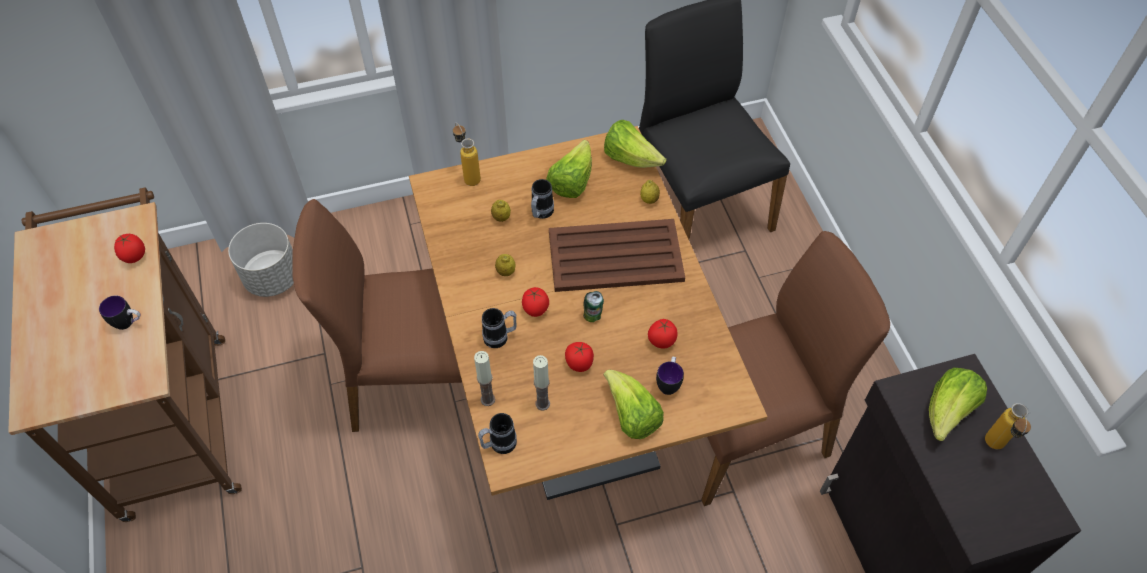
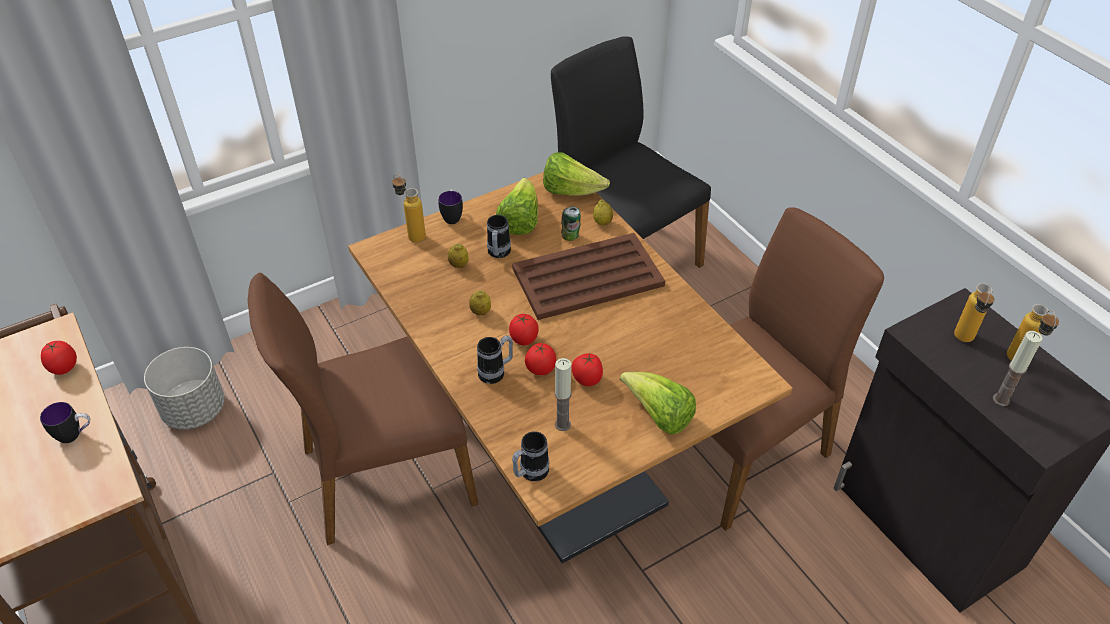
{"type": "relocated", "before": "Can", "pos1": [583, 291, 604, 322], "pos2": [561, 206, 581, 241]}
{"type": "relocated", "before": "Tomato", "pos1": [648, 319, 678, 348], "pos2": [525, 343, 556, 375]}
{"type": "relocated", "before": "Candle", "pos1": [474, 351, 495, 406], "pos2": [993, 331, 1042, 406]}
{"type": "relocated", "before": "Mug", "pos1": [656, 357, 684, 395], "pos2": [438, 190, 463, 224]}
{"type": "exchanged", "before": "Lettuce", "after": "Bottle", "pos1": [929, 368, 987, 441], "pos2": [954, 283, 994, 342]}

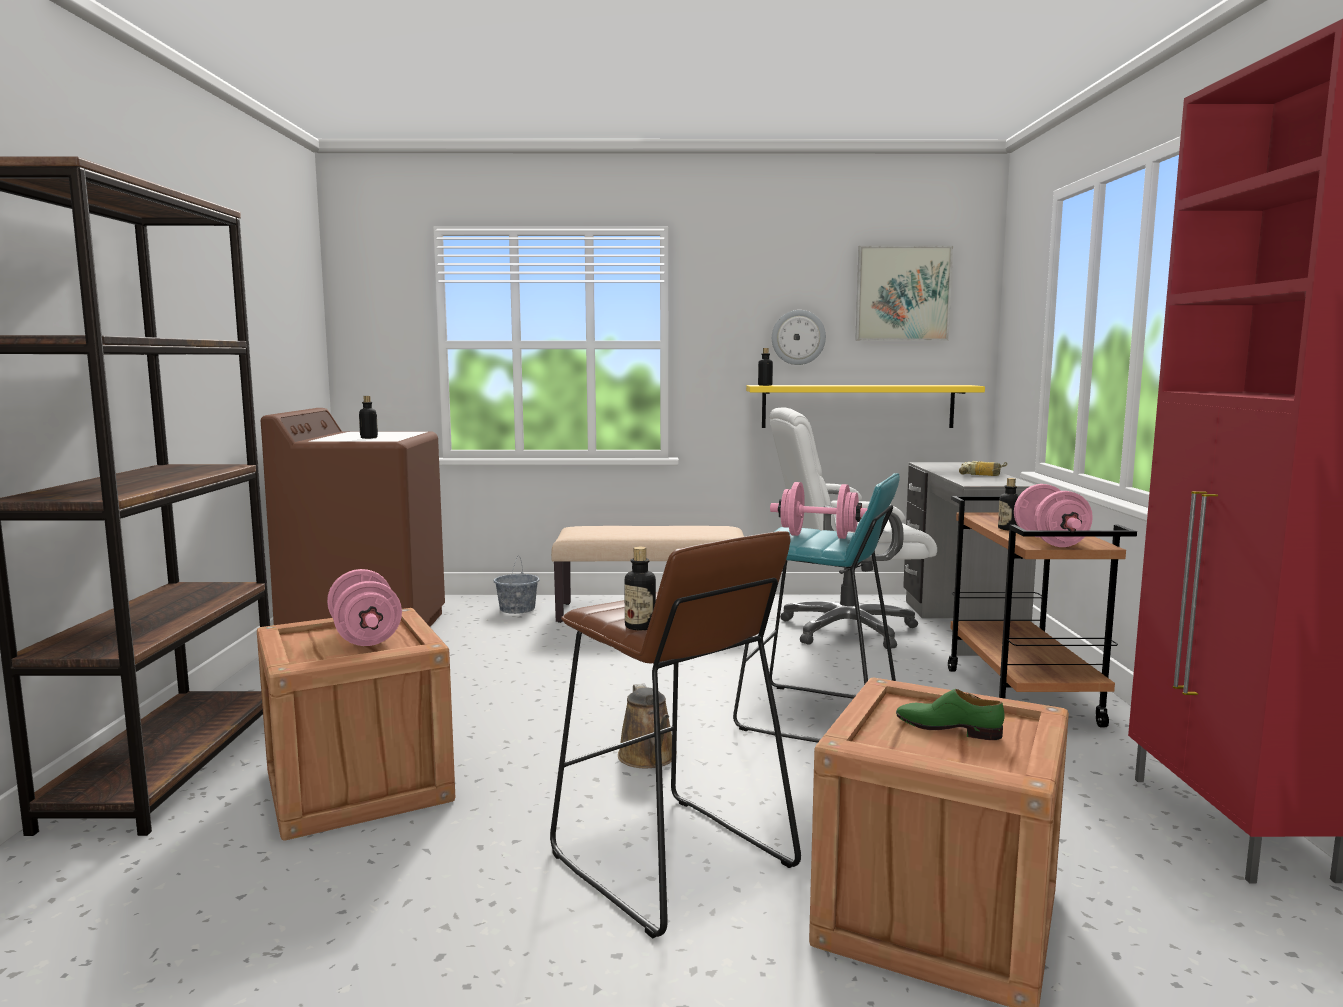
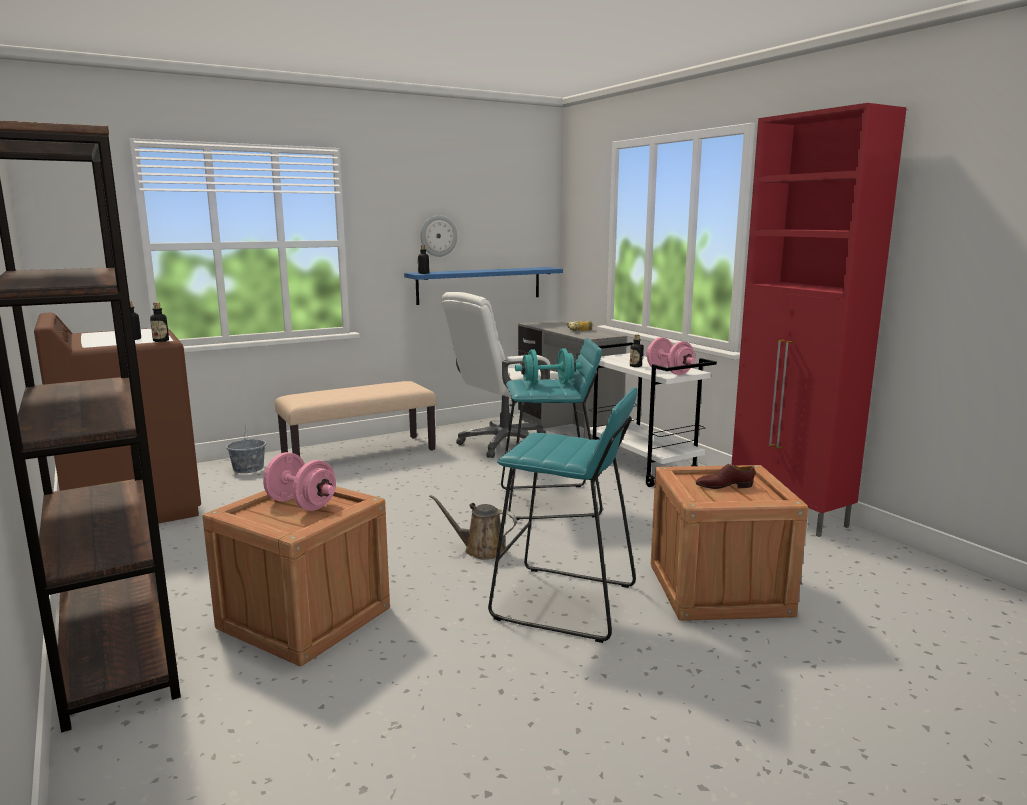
{"type": "missing", "before": "Picture", "pos1": [855, 246, 953, 341]}
{"type": "colour", "before": "YellowShelf", "after": "BlueShelf", "pos1": [746, 385, 985, 428], "pos2": [404, 267, 563, 305]}
{"type": "colour", "before": "PinkDumbbell", "after": "TurquoiseDumbbell", "pos1": [770, 482, 868, 539], "pos2": [515, 348, 581, 386]}
{"type": "colour", "before": "BrownCart", "after": "WhiteCart", "pos1": [948, 496, 1137, 727], "pos2": [587, 342, 717, 487]}
{"type": "colour", "before": "BrownStool", "after": "TurquoiseStool", "pos1": [550, 531, 801, 938], "pos2": [488, 388, 638, 643]}
{"type": "relocated", "before": "Bottle", "pos1": [624, 547, 656, 630], "pos2": [150, 302, 169, 342]}
{"type": "spun", "before": "BrownWateringCan", "pos1": [618, 683, 677, 768], "pos2": [429, 495, 517, 560], "turn": 150}
{"type": "colour", "before": "GreenShoe", "after": "BrownShoe", "pos1": [896, 689, 1004, 740], "pos2": [696, 464, 755, 489]}

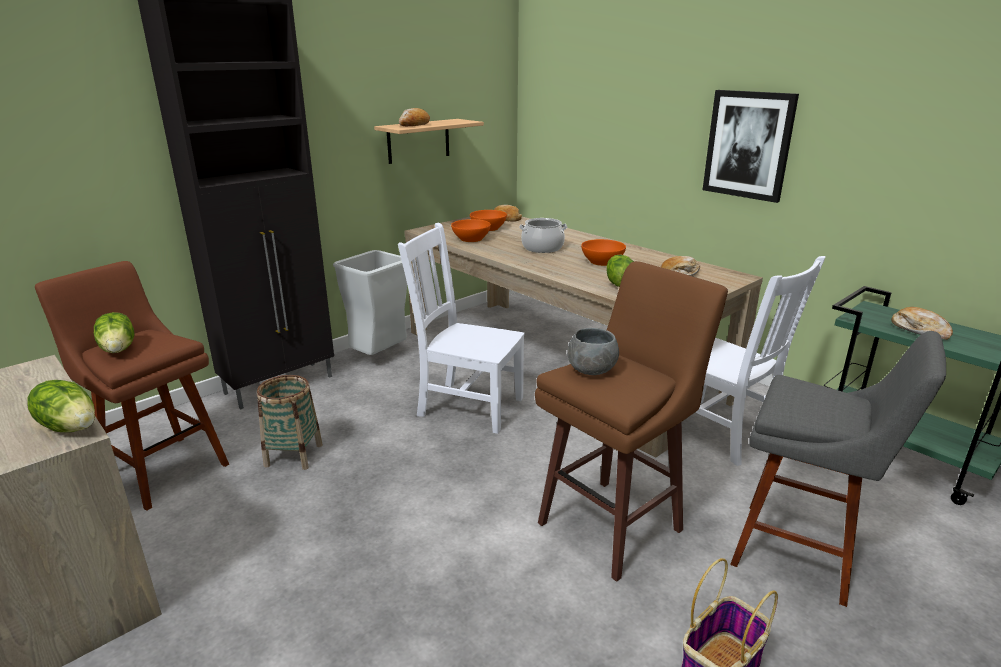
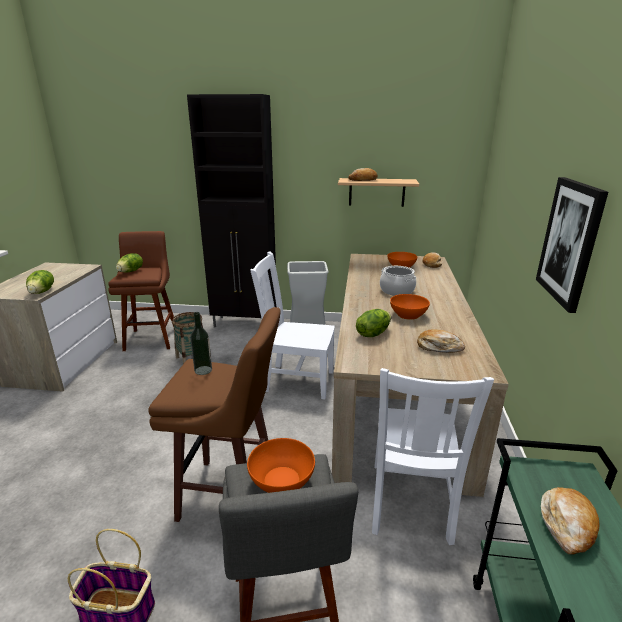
{"type": "relocated", "before": "OrangeBowl", "pos1": [451, 219, 491, 242], "pos2": [247, 438, 315, 493]}
{"type": "spun", "before": "WhiteChair", "pos1": [398, 223, 525, 434], "pos2": [250, 251, 335, 399], "turn": -60}
{"type": "exchanged", "before": "GreyBowl", "after": "Bottle", "pos1": [567, 328, 619, 375], "pos2": [190, 312, 212, 375]}

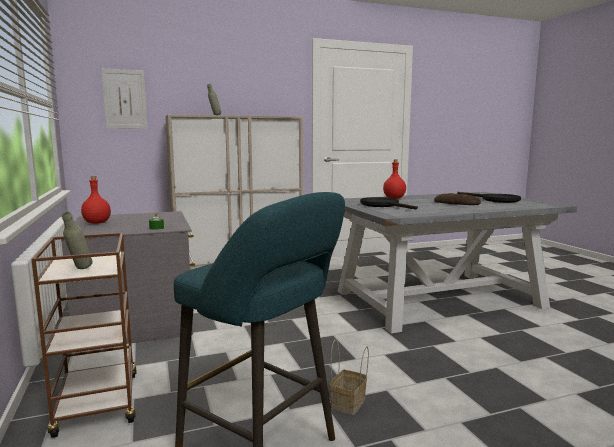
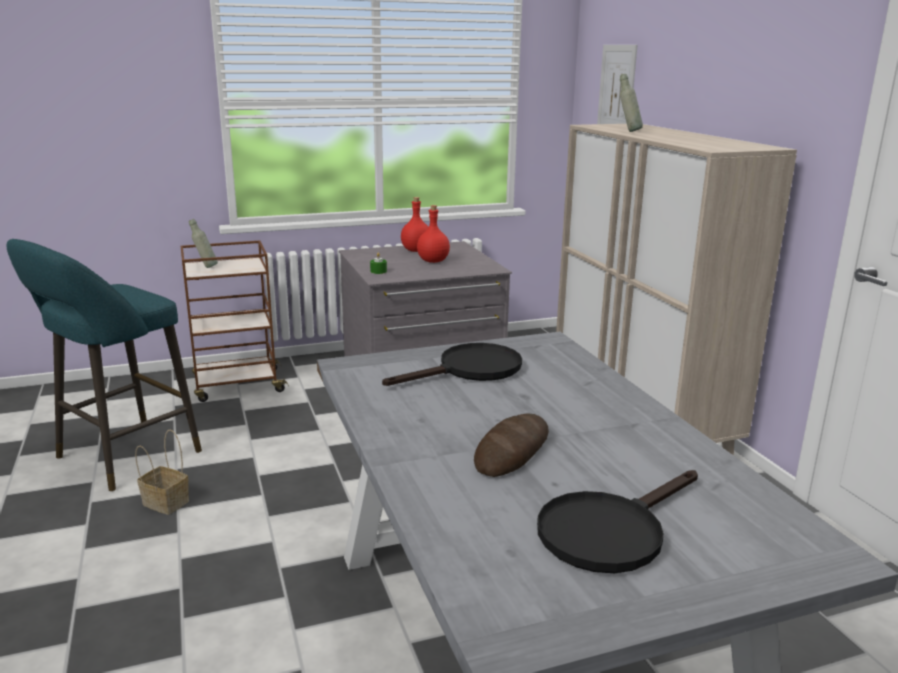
{"type": "relocated", "before": "RedBottle", "pos1": [383, 159, 406, 199], "pos2": [417, 205, 450, 263]}

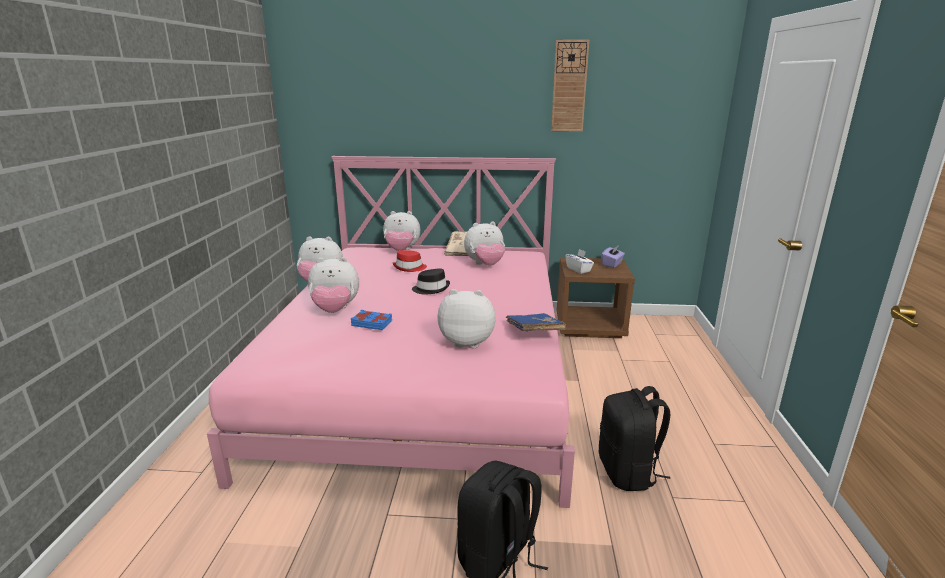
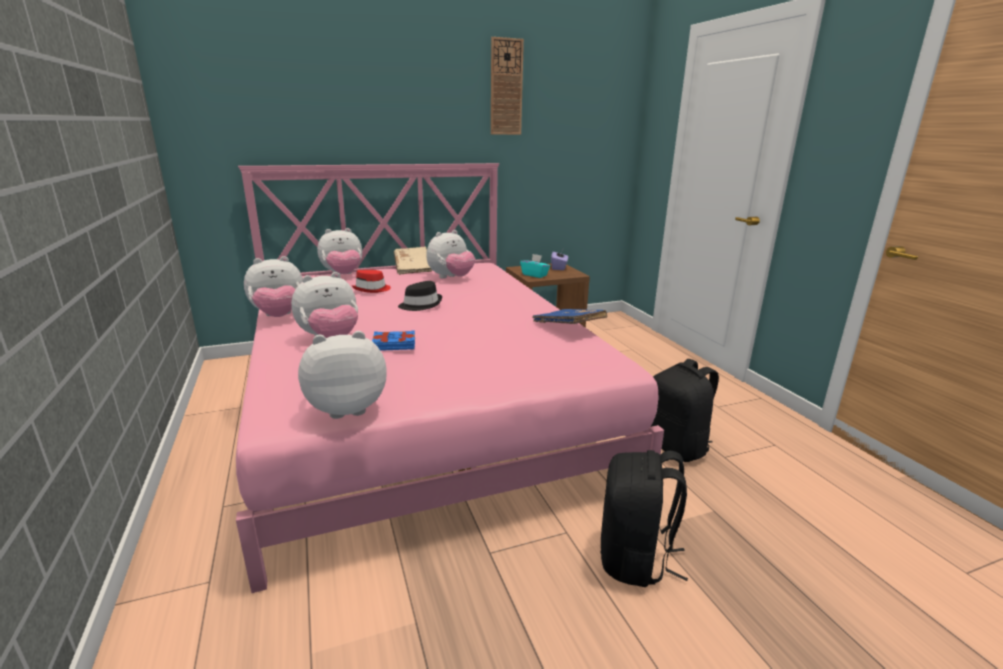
{"type": "colour", "before": "WhiteTissueBox", "after": "TurquoiseTissueBox", "pos1": [565, 249, 594, 274], "pos2": [520, 254, 550, 278]}
{"type": "relocated", "before": "PlushToy", "pos1": [437, 289, 496, 348], "pos2": [298, 331, 387, 419]}

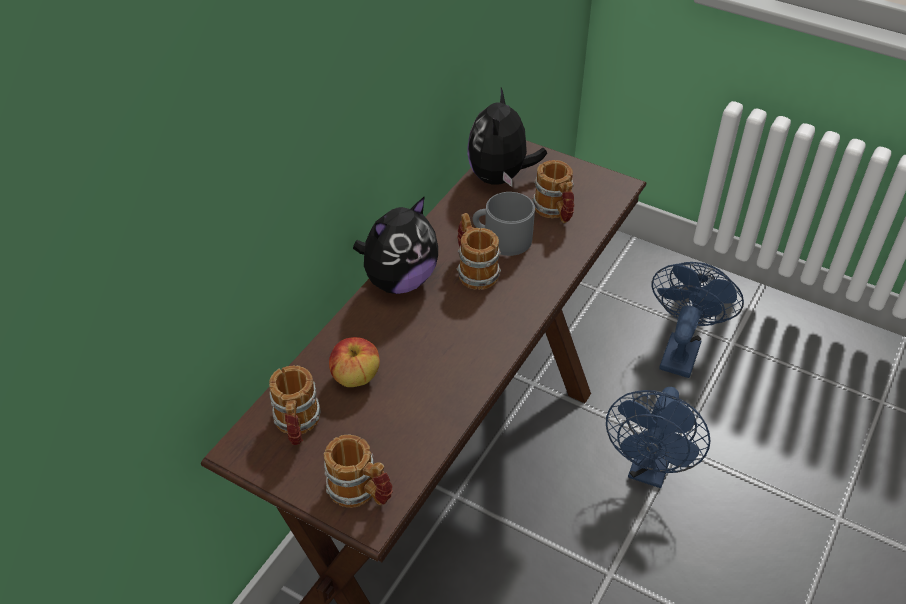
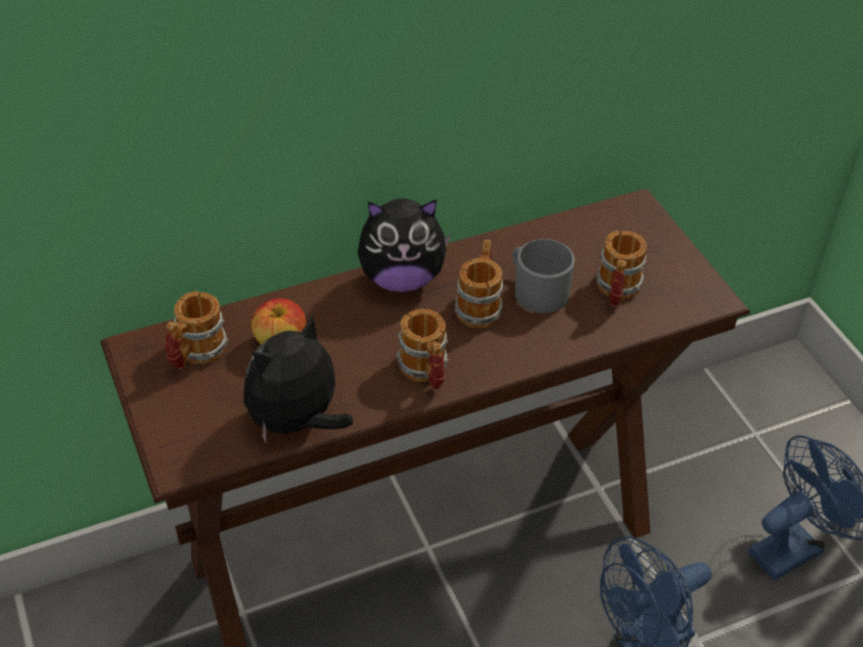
{"type": "relocated", "before": "PlushToy", "pos1": [468, 88, 547, 188], "pos2": [243, 314, 353, 445]}
{"type": "relocated", "before": "Mug", "pos1": [324, 435, 393, 508], "pos2": [396, 309, 449, 390]}

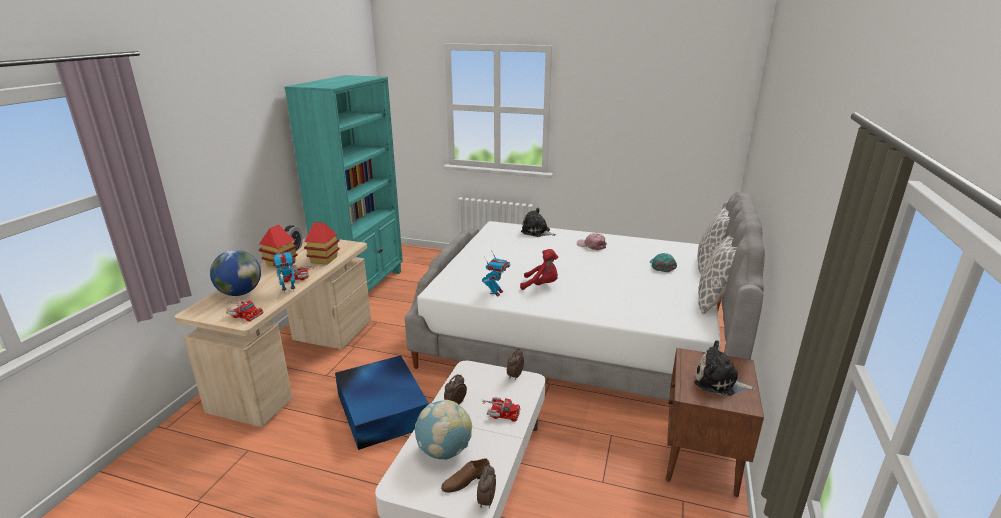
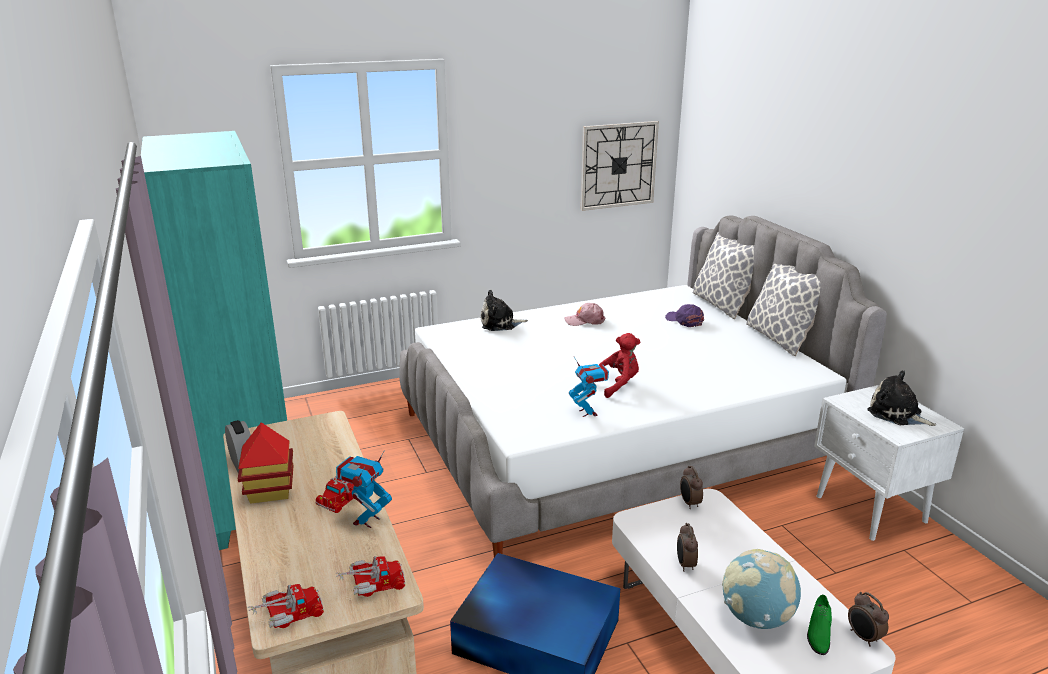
{"type": "missing", "before": "ToyHouse", "pos1": [304, 222, 340, 265]}
{"type": "missing", "before": "Globe", "pos1": [210, 250, 261, 296]}
{"type": "colour", "before": "TurquoiseCap", "after": "PurpleCap", "pos1": [650, 253, 677, 272], "pos2": [665, 304, 704, 327]}
{"type": "spun", "before": "PlushToy", "pos1": [694, 340, 756, 396], "pos2": [867, 370, 936, 426], "turn": 60}
{"type": "colour", "before": "BrownNightstand", "after": "WhiteNightstand", "pos1": [666, 348, 764, 497], "pos2": [814, 385, 964, 541]}
{"type": "relocated", "before": "ToyTruck", "pos1": [482, 397, 520, 422], "pos2": [247, 584, 324, 628]}
{"type": "colour", "before": "BrownShoe", "after": "GreenShoe", "pos1": [441, 458, 490, 492], "pos2": [807, 595, 832, 655]}
{"type": "appeared", "after": "WallClock", "pos2": [580, 121, 659, 211]}

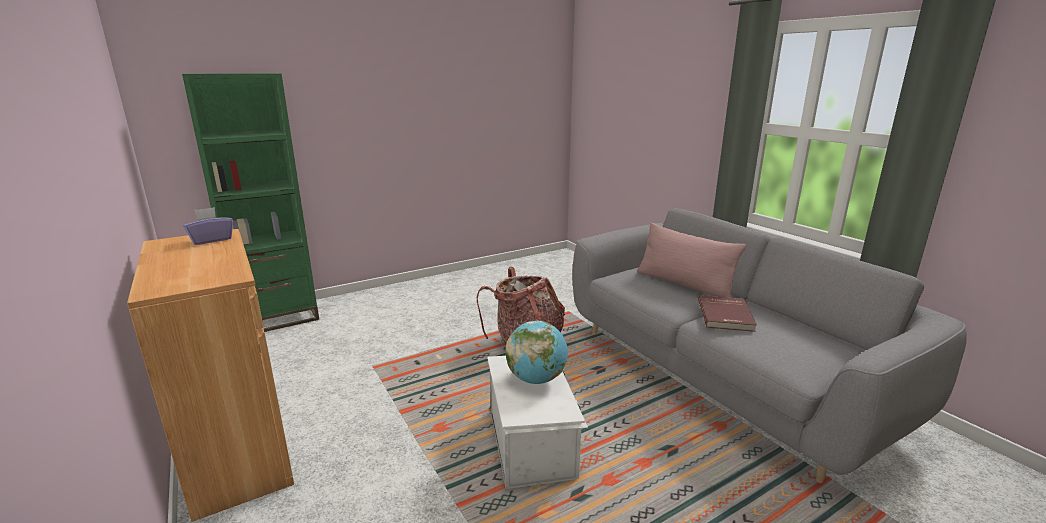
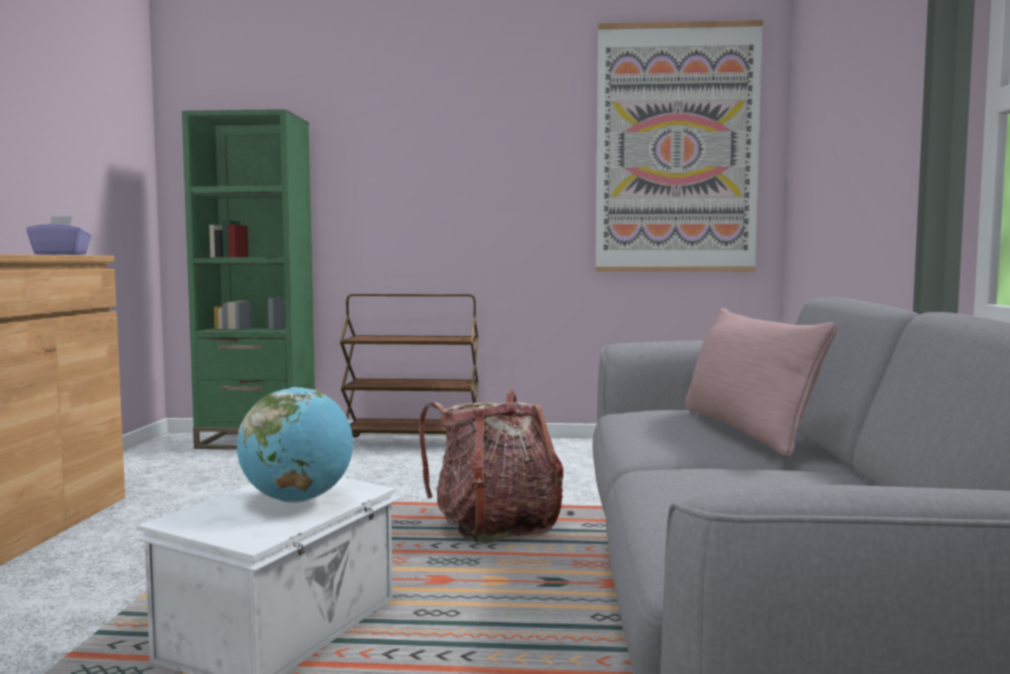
{"type": "missing", "before": "RedBook", "pos1": [698, 296, 757, 332]}
{"type": "appeared", "after": "Picture", "pos2": [595, 20, 763, 272]}
{"type": "appeared", "after": "BrownCart", "pos2": [340, 294, 478, 438]}

